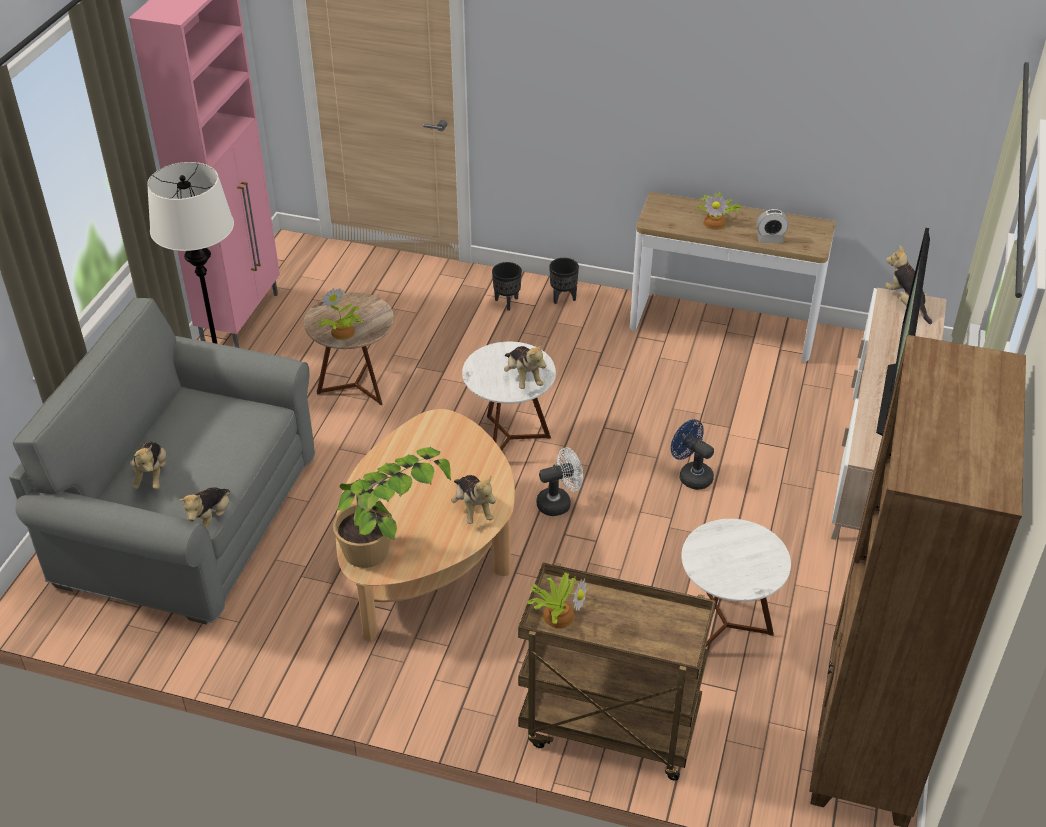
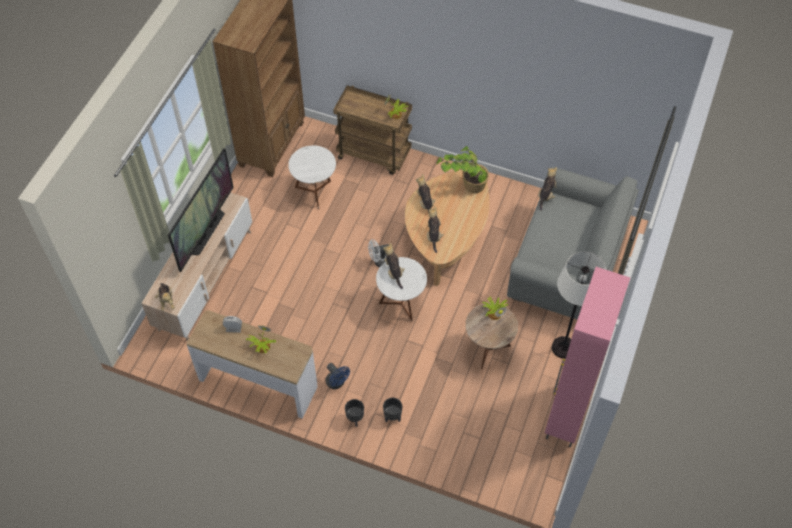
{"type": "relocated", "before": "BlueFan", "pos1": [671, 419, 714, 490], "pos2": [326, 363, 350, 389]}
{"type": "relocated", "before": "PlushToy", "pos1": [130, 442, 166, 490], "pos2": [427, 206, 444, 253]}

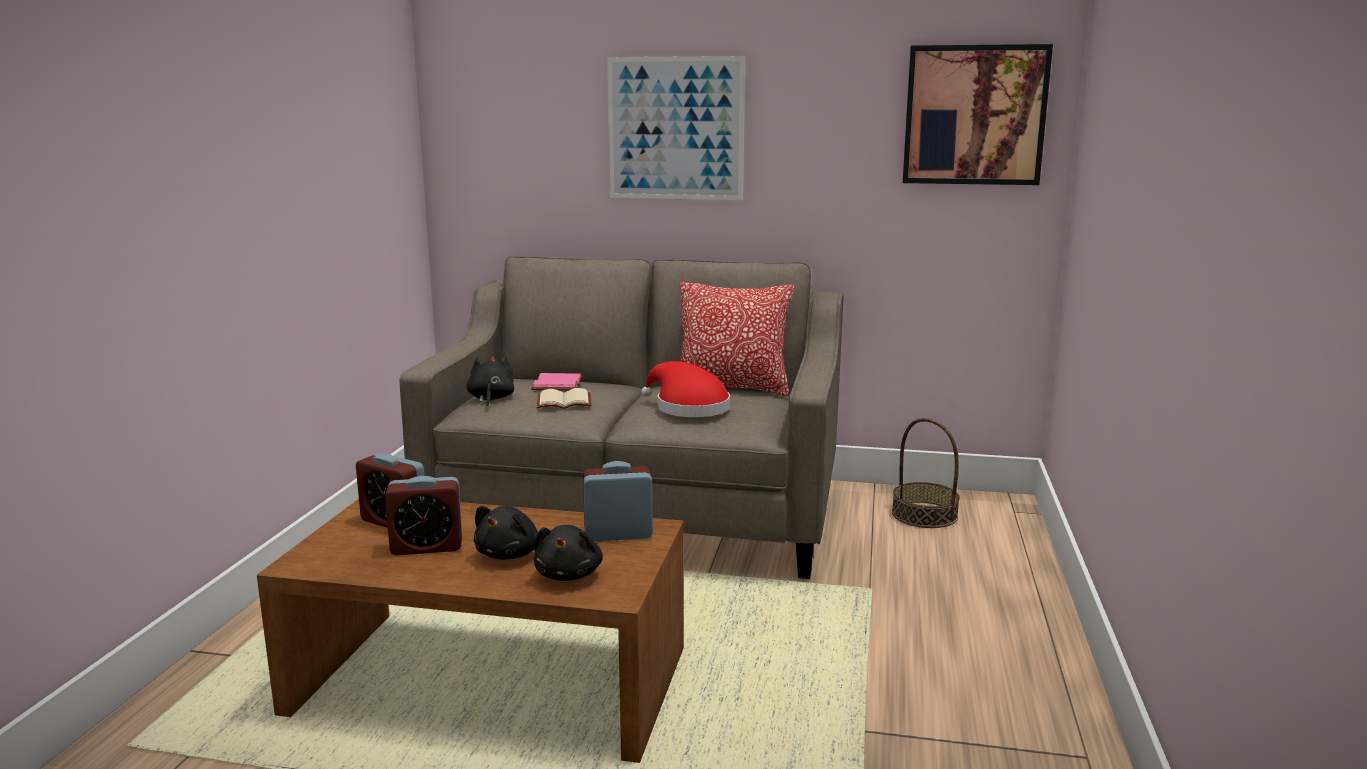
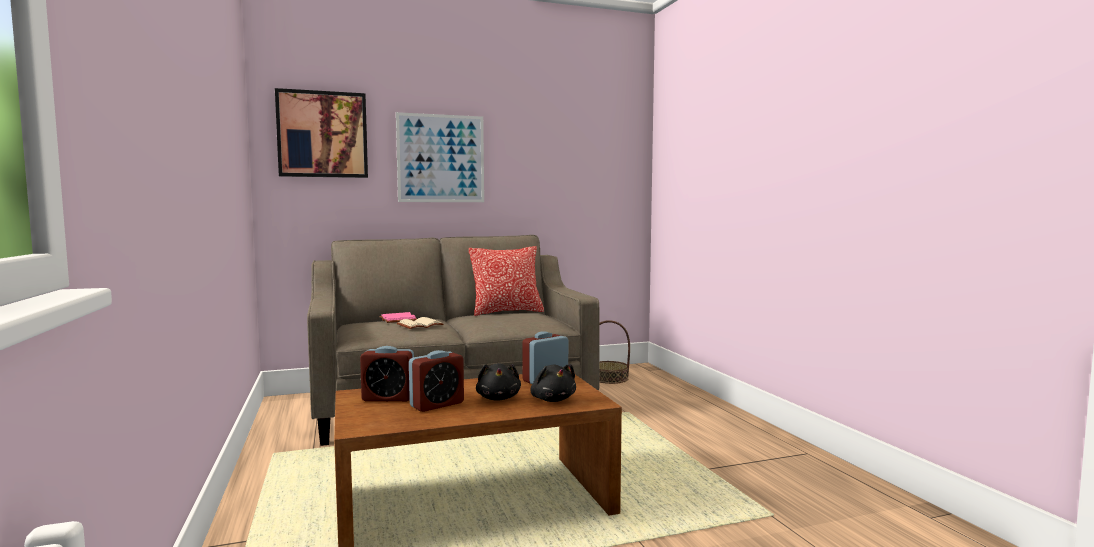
{"type": "relocated", "before": "Picture", "pos1": [903, 44, 1053, 185], "pos2": [275, 88, 368, 178]}
{"type": "missing", "before": "BlackPlushToy", "pos1": [466, 356, 514, 406]}
{"type": "missing", "before": "RedHat", "pos1": [641, 361, 730, 417]}

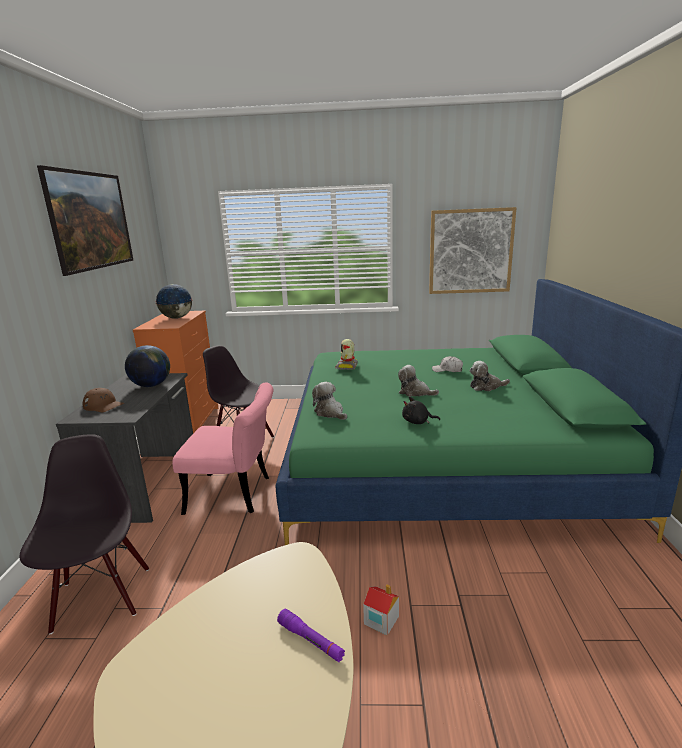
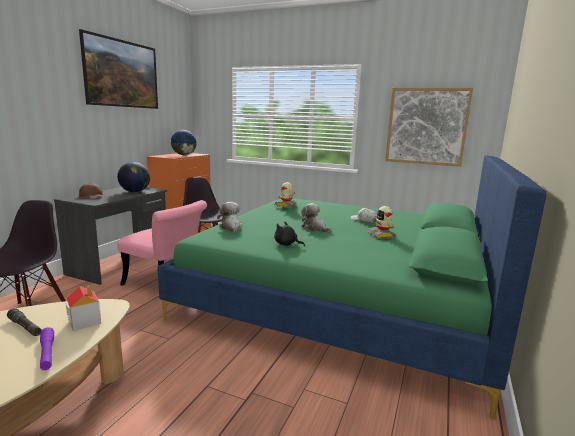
{"type": "exchanged", "before": "PlushToy", "after": "ToyRobot", "pos1": [469, 361, 510, 391], "pos2": [367, 206, 396, 239]}
{"type": "relocated", "before": "ToyHouse", "pos1": [363, 584, 399, 635], "pos2": [66, 285, 101, 331]}
{"type": "appeared", "after": "BlackFlashlight", "pos2": [7, 308, 41, 336]}

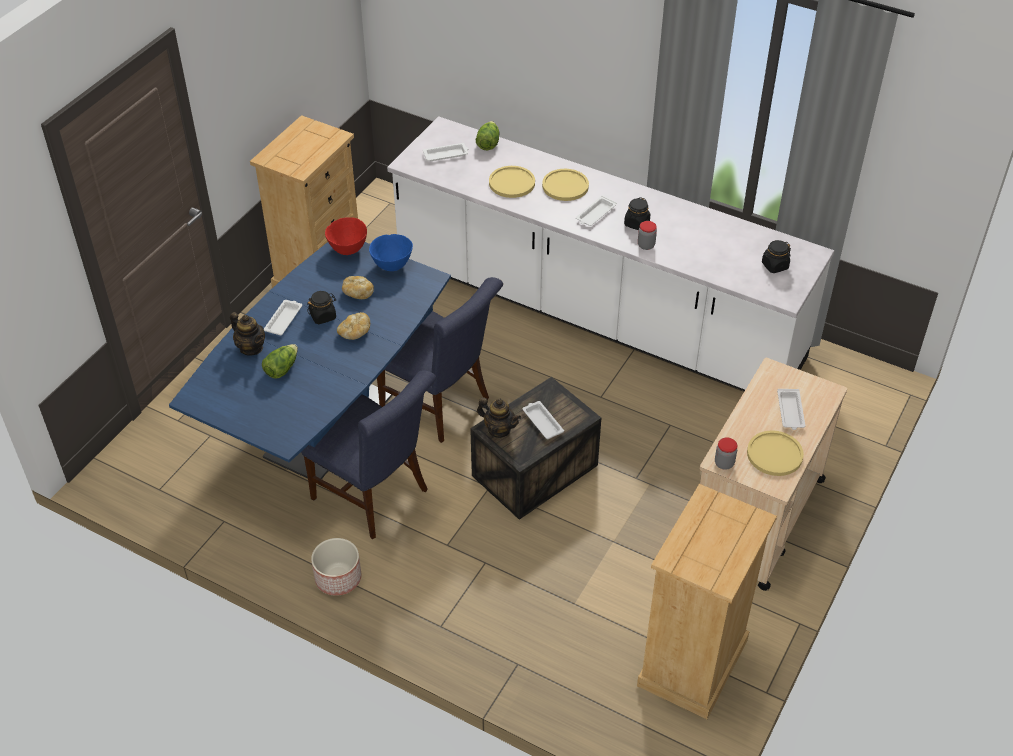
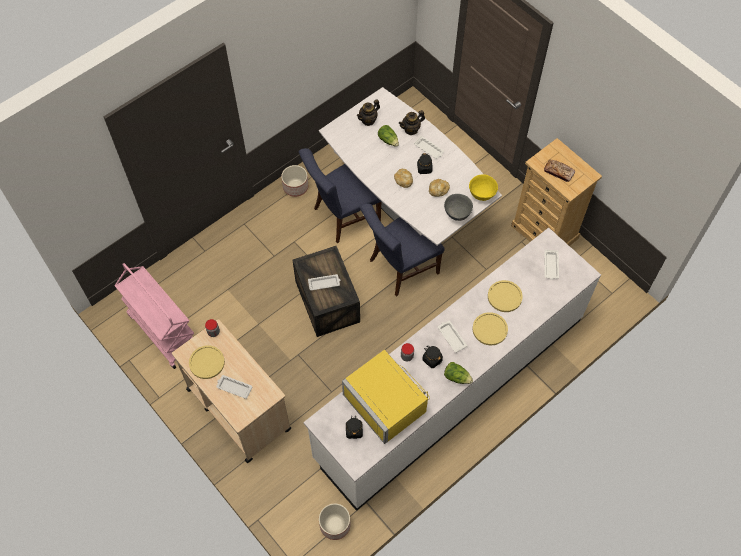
{"type": "relocated", "before": "Lettuce", "pos1": [476, 121, 500, 151], "pos2": [444, 362, 473, 384]}
{"type": "colour", "before": "RedBowl", "after": "YellowBowl", "pos1": [325, 217, 367, 255], "pos2": [469, 174, 498, 201]}
{"type": "colour", "before": "BlueBowl", "after": "GreyBowl", "pos1": [369, 234, 413, 271], "pos2": [444, 194, 473, 221]}
{"type": "colour", "before": "BlueDiningTable", "after": "WhiteDiningTable", "pos1": [169, 242, 451, 479], "pos2": [319, 87, 502, 246]}
{"type": "relocated", "before": "Teapot", "pos1": [477, 397, 521, 438], "pos2": [357, 99, 380, 126]}
{"type": "exchanged", "before": "BeigeDresser", "after": "PinkCart", "pos1": [637, 484, 777, 719], "pos2": [115, 263, 194, 369]}
{"type": "appeared", "after": "Bread", "pos2": [544, 160, 575, 182]}
{"type": "appeared", "after": "YellowMicrowave", "pos2": [342, 349, 430, 444]}
{"type": "appeared", "after": "Planter", "pos2": [319, 503, 351, 540]}

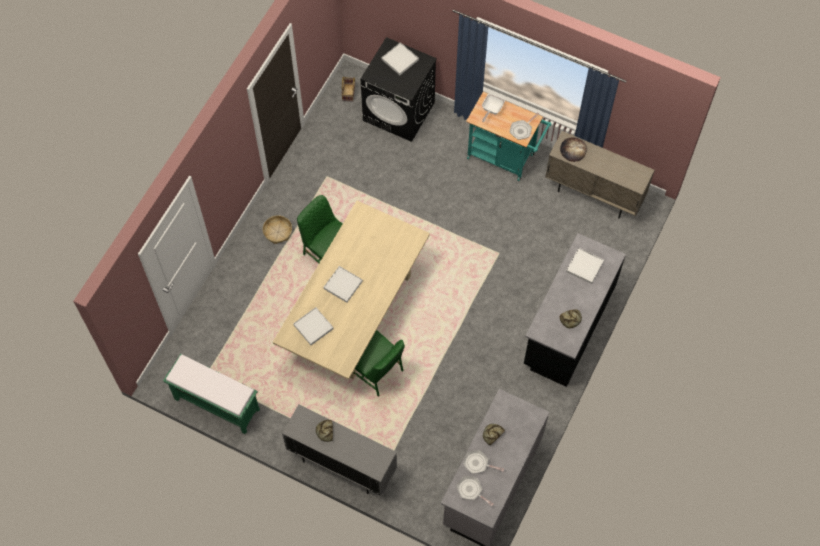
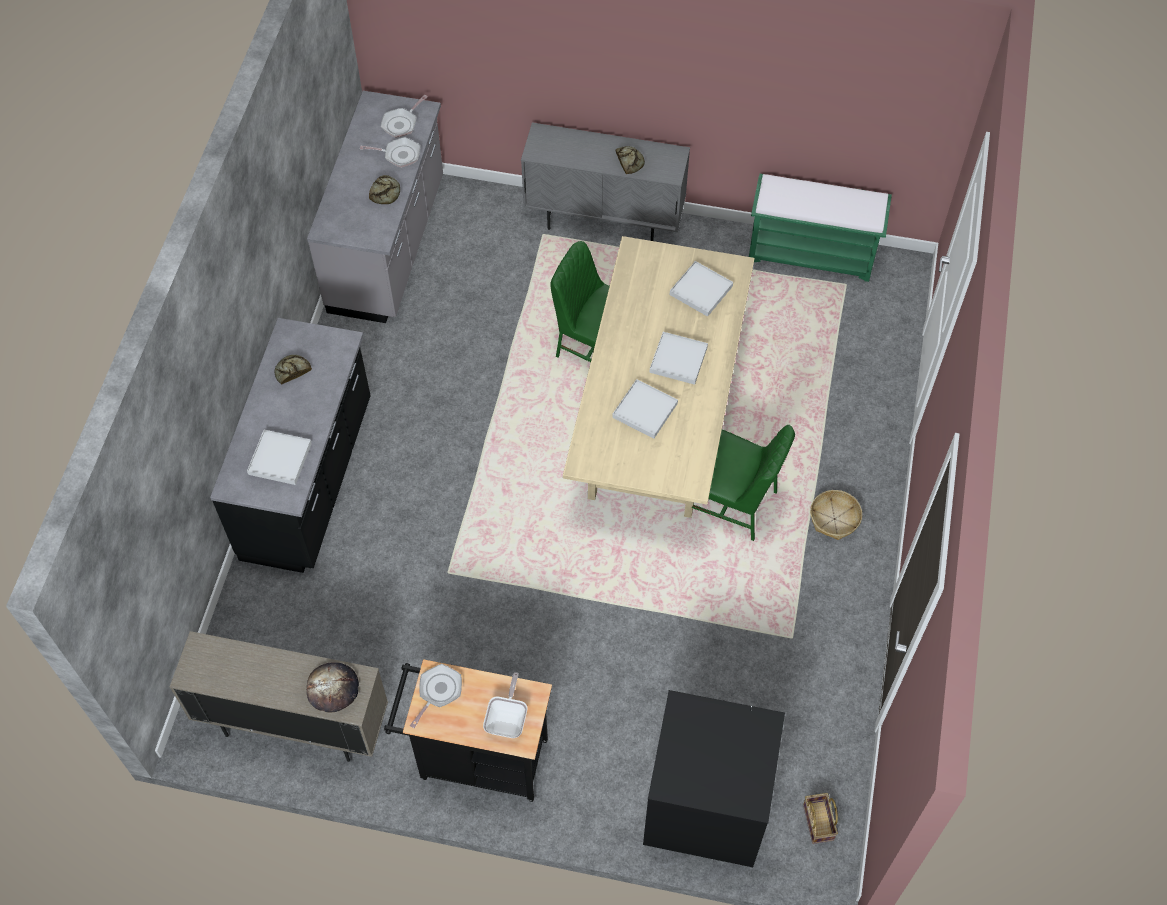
{"type": "relocated", "before": "WhiteTray", "pos1": [381, 42, 419, 75], "pos2": [612, 379, 678, 438]}
{"type": "colour", "before": "TurquoiseCart", "after": "BlackCart", "pos1": [466, 92, 552, 181], "pos2": [384, 659, 552, 802]}
{"type": "spun", "before": "FryingPan", "pos1": [456, 476, 494, 506], "pos2": [381, 95, 428, 138], "turn": 105}

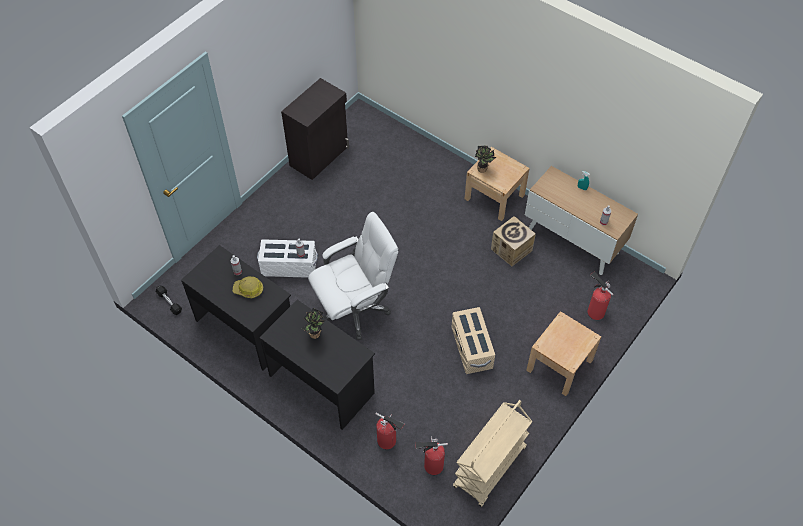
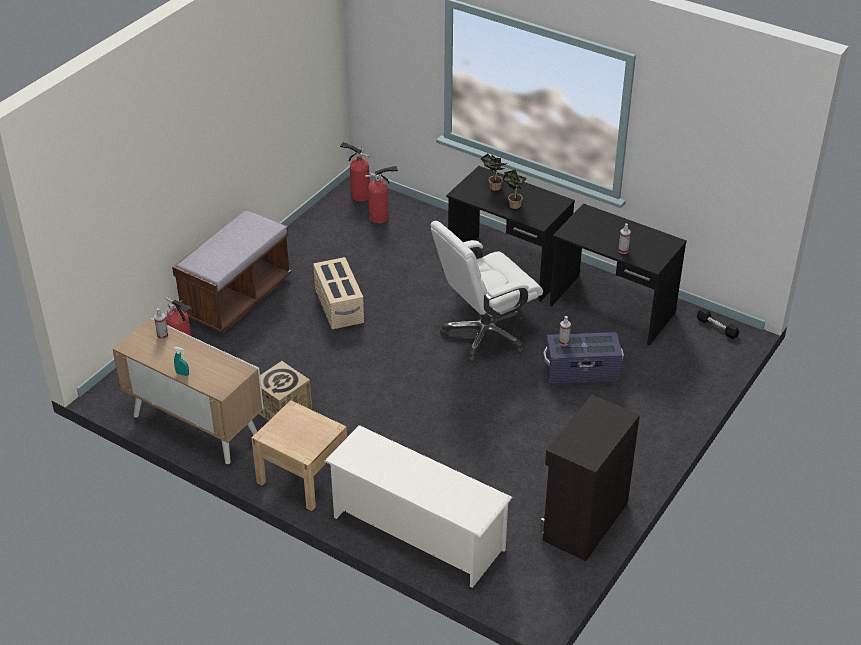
{"type": "relocated", "before": "PottedPlant", "pos1": [475, 145, 496, 173], "pos2": [480, 153, 507, 191]}
{"type": "colour", "before": "WhiteStorageBox", "after": "PurpleStorageBox", "pos1": [257, 239, 318, 278], "pos2": [543, 332, 624, 384]}
{"type": "missing", "before": "HardHat", "pos1": [233, 277, 263, 298]}
{"type": "exchanged", "before": "BeigeNightstand", "after": "BrownBench", "pos1": [526, 311, 601, 396], "pos2": [172, 209, 292, 333]}
{"type": "missing", "before": "BeigeCart", "pos1": [453, 400, 533, 507]}
{"type": "relocated", "before": "FireExtinguisher", "pos1": [375, 413, 405, 449], "pos2": [340, 142, 370, 202]}
{"type": "appeared", "after": "WhiteShoeRack", "pos2": [324, 425, 513, 588]}

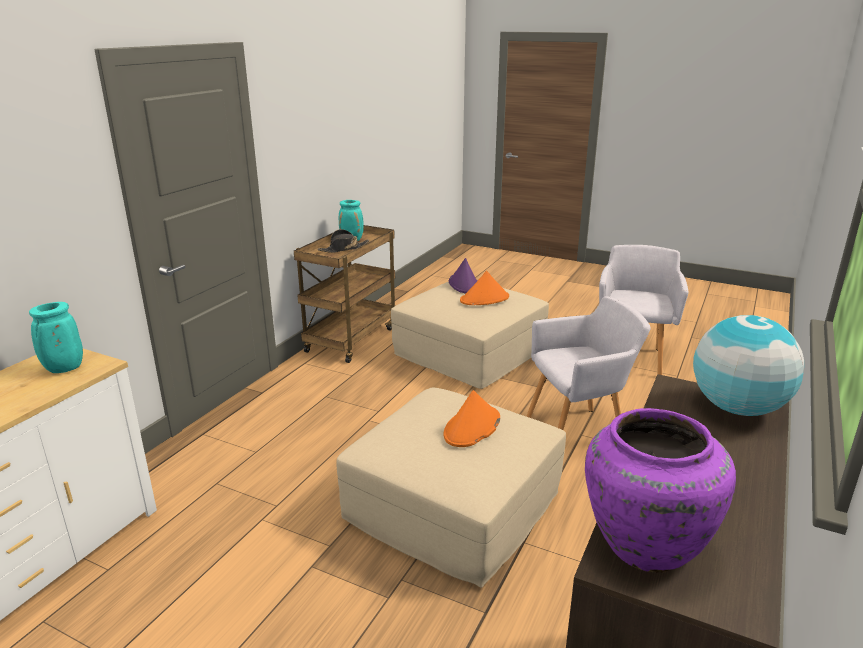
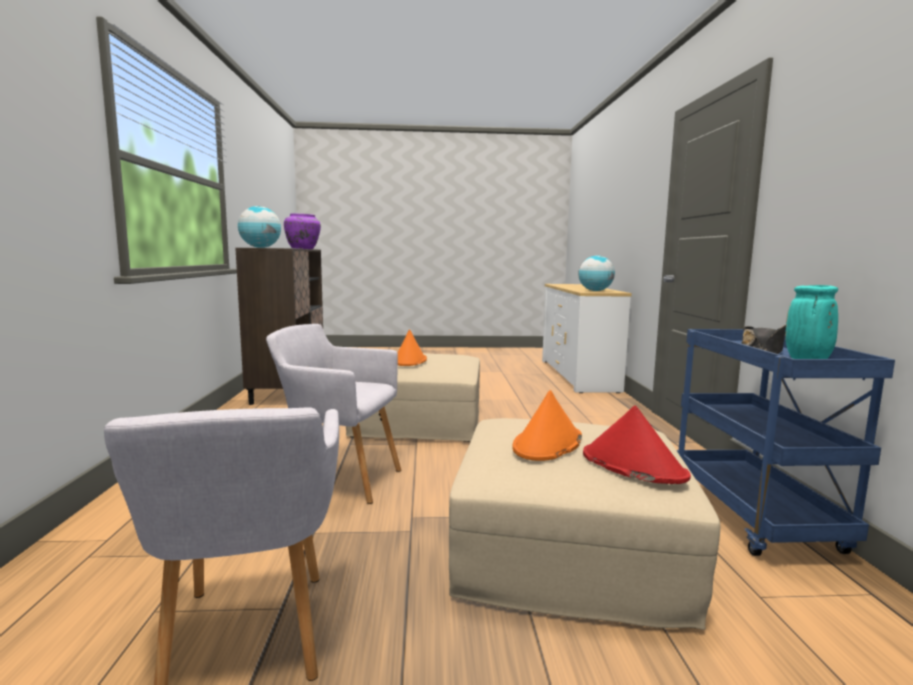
{"type": "colour", "before": "BrownCart", "after": "BlueCart", "pos1": [294, 225, 395, 363], "pos2": [677, 329, 895, 556]}
{"type": "colour", "before": "PurpleHat", "after": "RedHat", "pos1": [449, 258, 478, 293], "pos2": [583, 405, 691, 484]}
{"type": "spun", "before": "GreyArmchair", "pos1": [526, 296, 651, 430], "pos2": [266, 324, 401, 504], "turn": 60}
{"type": "exchanged", "before": "TurquoiseVase", "after": "Globe", "pos1": [29, 302, 83, 373], "pos2": [578, 255, 615, 291]}

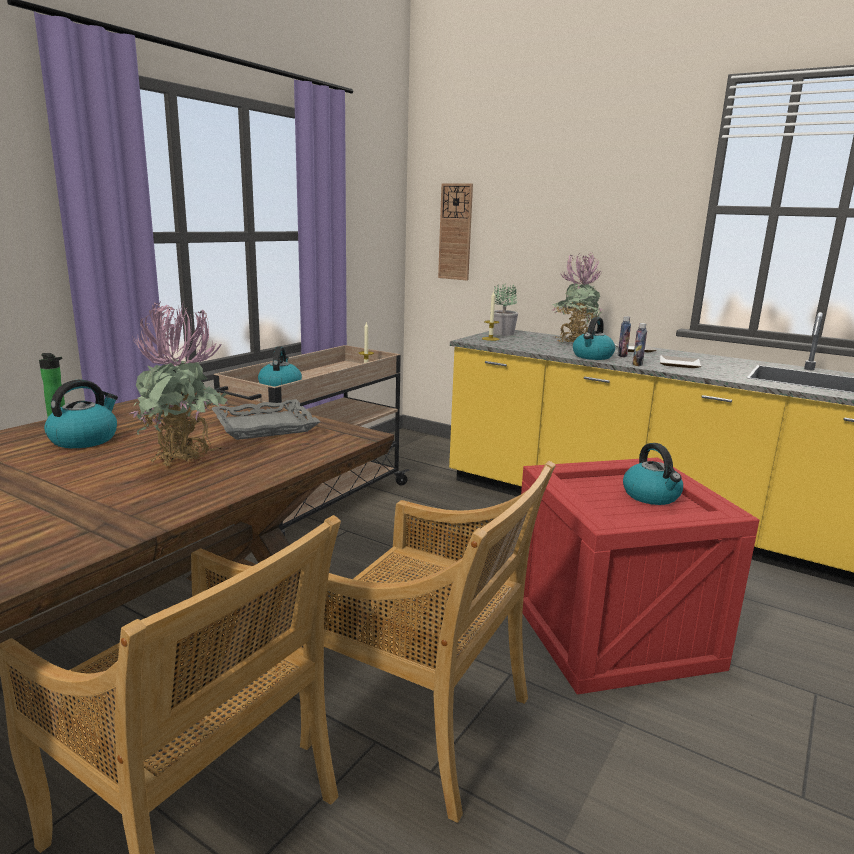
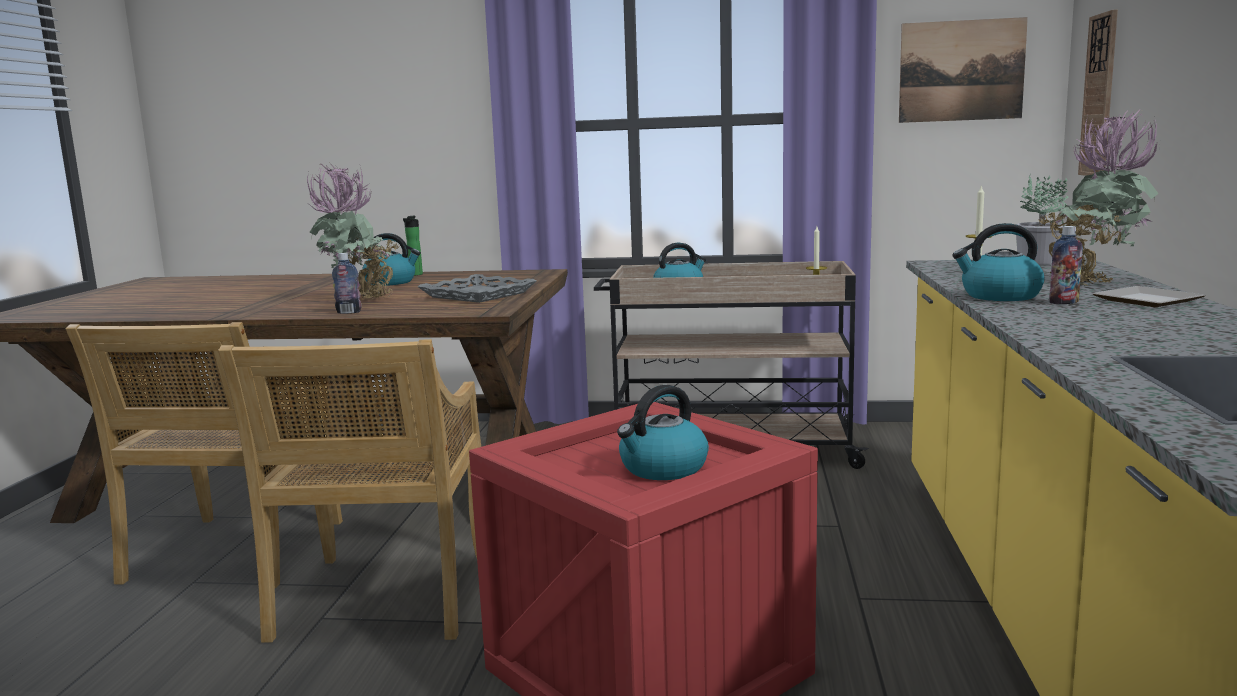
{"type": "relocated", "before": "Bottle", "pos1": [632, 323, 647, 366], "pos2": [332, 253, 362, 314]}
{"type": "missing", "before": "Plate", "pos1": [660, 355, 701, 368]}
{"type": "appeared", "after": "Picture", "pos2": [899, 17, 1028, 123]}

